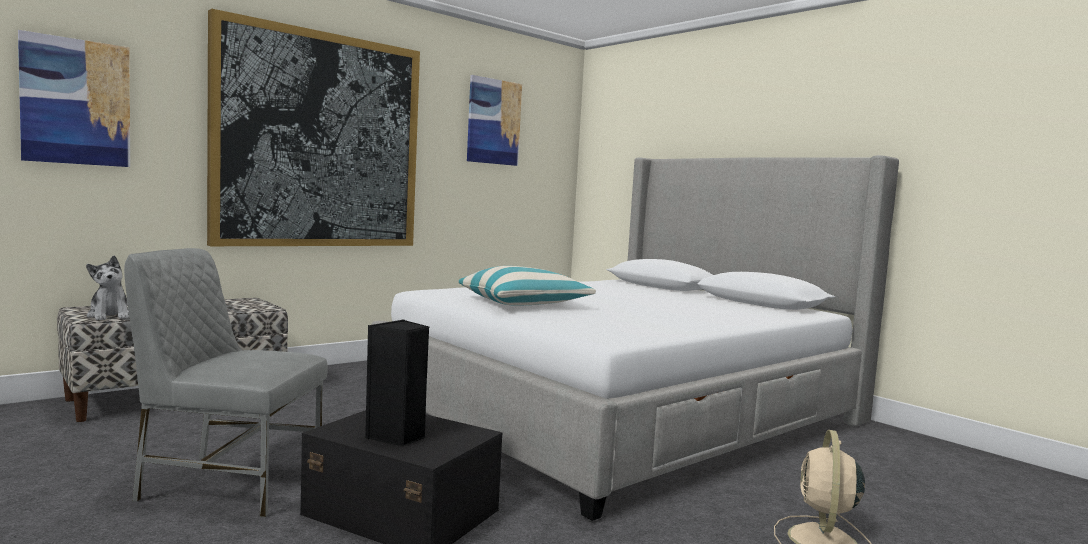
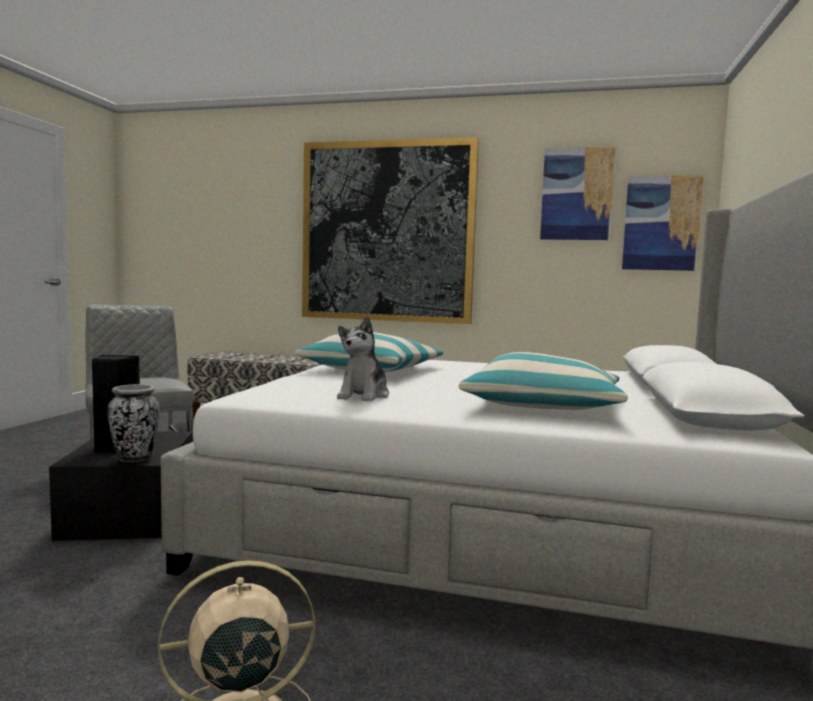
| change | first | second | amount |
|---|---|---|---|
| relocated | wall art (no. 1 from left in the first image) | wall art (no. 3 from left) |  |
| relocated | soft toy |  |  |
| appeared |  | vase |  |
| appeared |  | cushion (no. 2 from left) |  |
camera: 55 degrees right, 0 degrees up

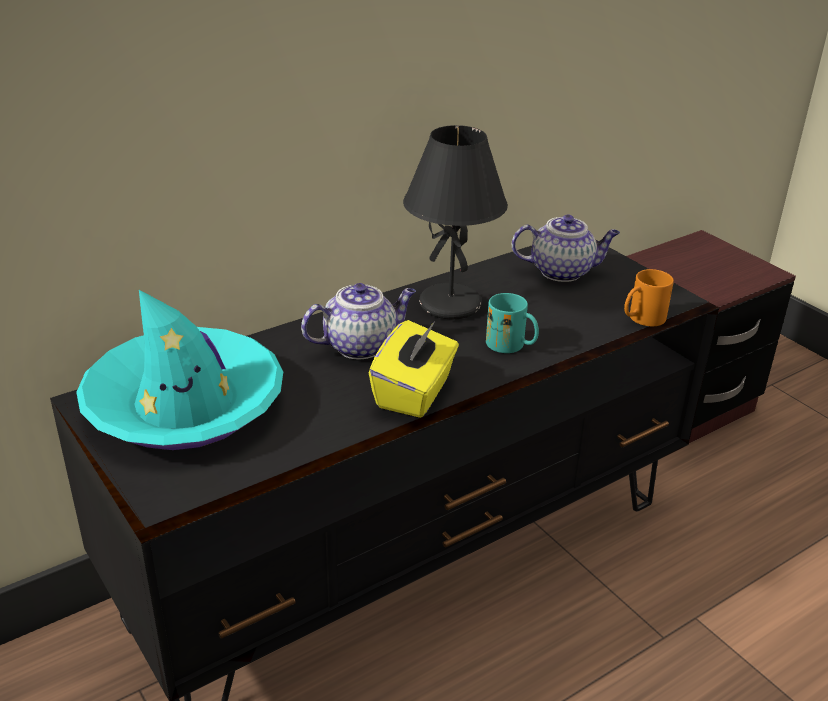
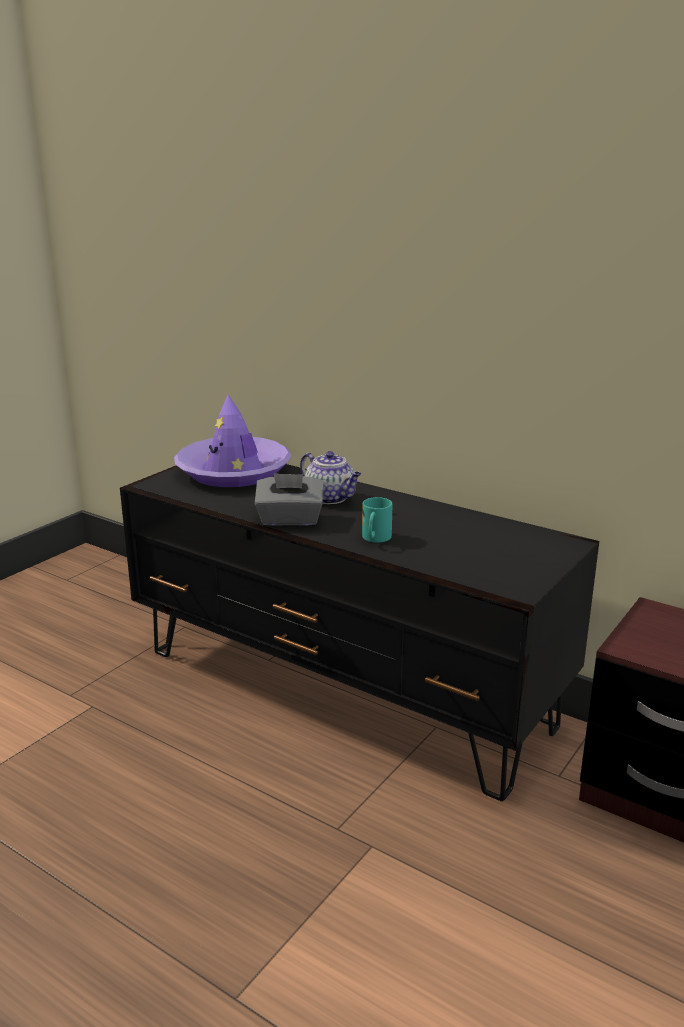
| change | first | second | amount |
|---|---|---|---|
| colour | turquoise hat | purplish hat |  |
| colour | yellow-coloured tissue holder | gray tissue holder |  |
| missing | black tabletop lamp |  |  |
| missing | teapot (no. 2 from left) |  |  |
| missing | orangey mug |  |  |
camera: 70 degrees right, 10 degrees down

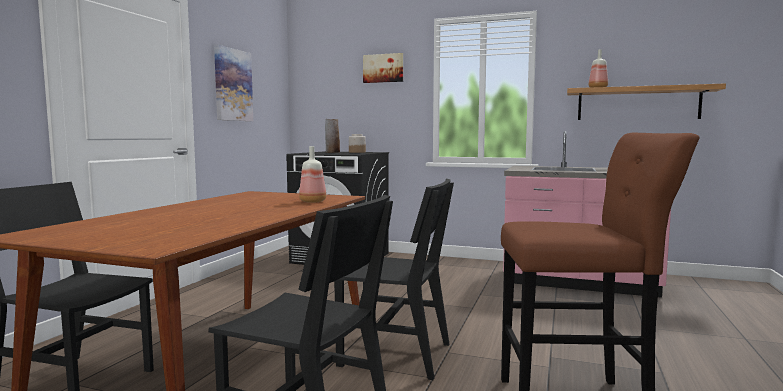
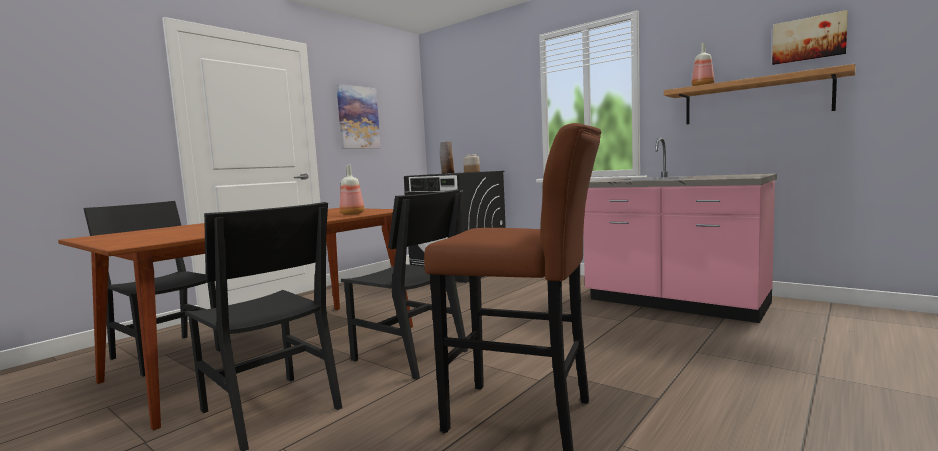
| change | first | second | amount |
|---|---|---|---|
| relocated | wall art (no. 2 from left) |  |  |
camera: 20 degrees right, 0 degrees up

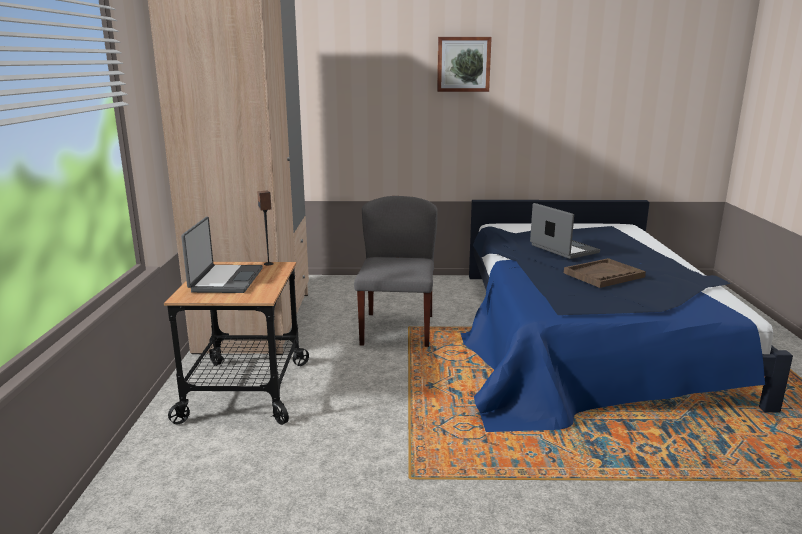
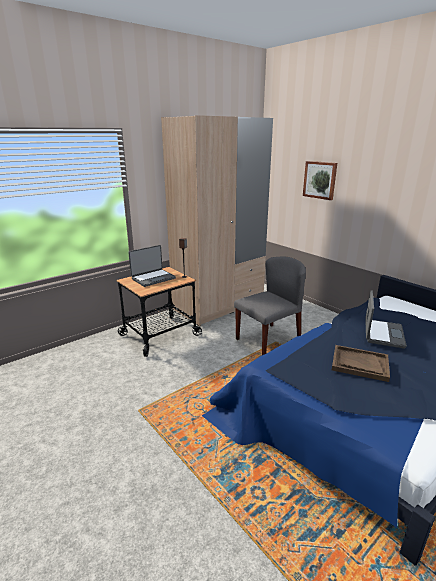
| change | first | second | amount |
|---|---|---|---|
| relocated | wall art |  |  |
camera: 50 degrees right, 5 degrees up

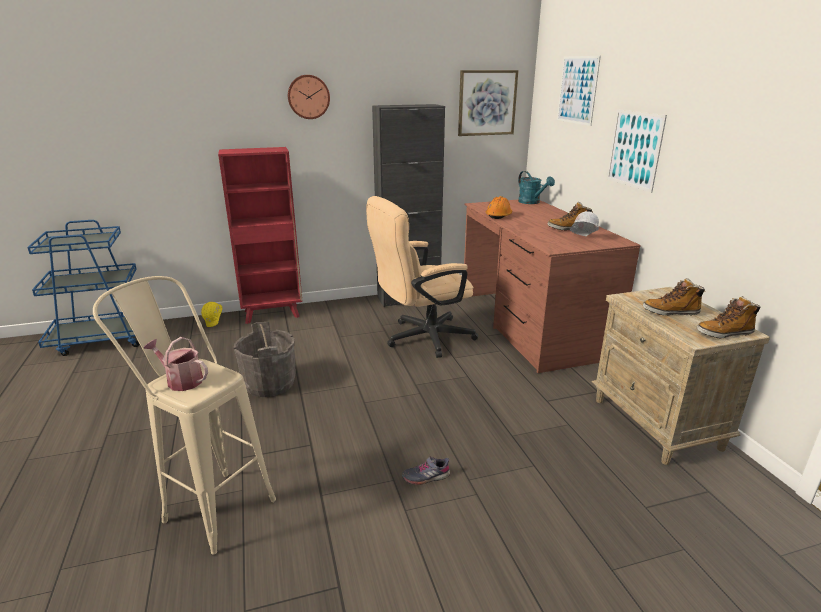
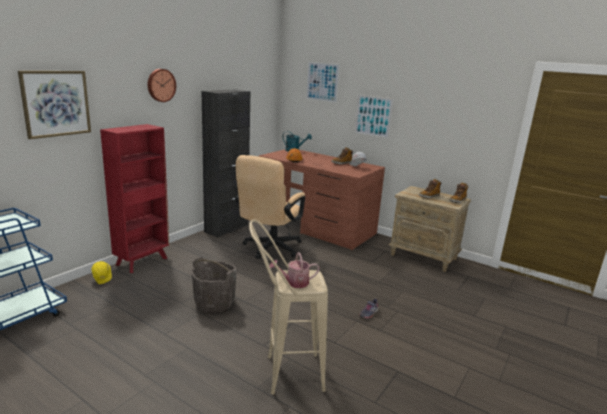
| change | first | second | amount |
|---|---|---|---|
| relocated | wall art (no. 1 from left) |  |  |
camera: 40 degrees left, 5 degrees down

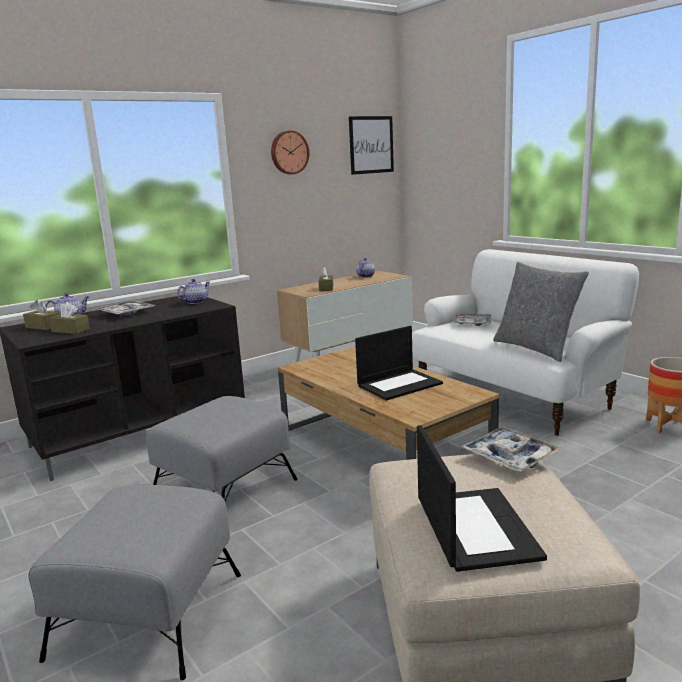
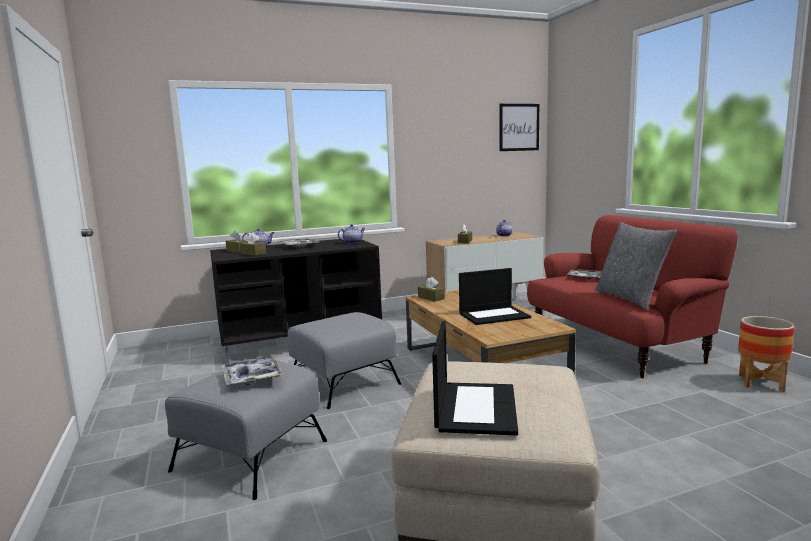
| change | first | second | amount |
|---|---|---|---|
| missing | wall clock |  |  |
| colour | white sofa | red-coloured sofa |  |
| relocated | carrying tray (no. 3 from left in the first image) | carrying tray (no. 1 from left) |  |
| appeared |  | brown tissue holder (no. 3 from left) |  |
camera: 15 degrees right, 5 degrees down

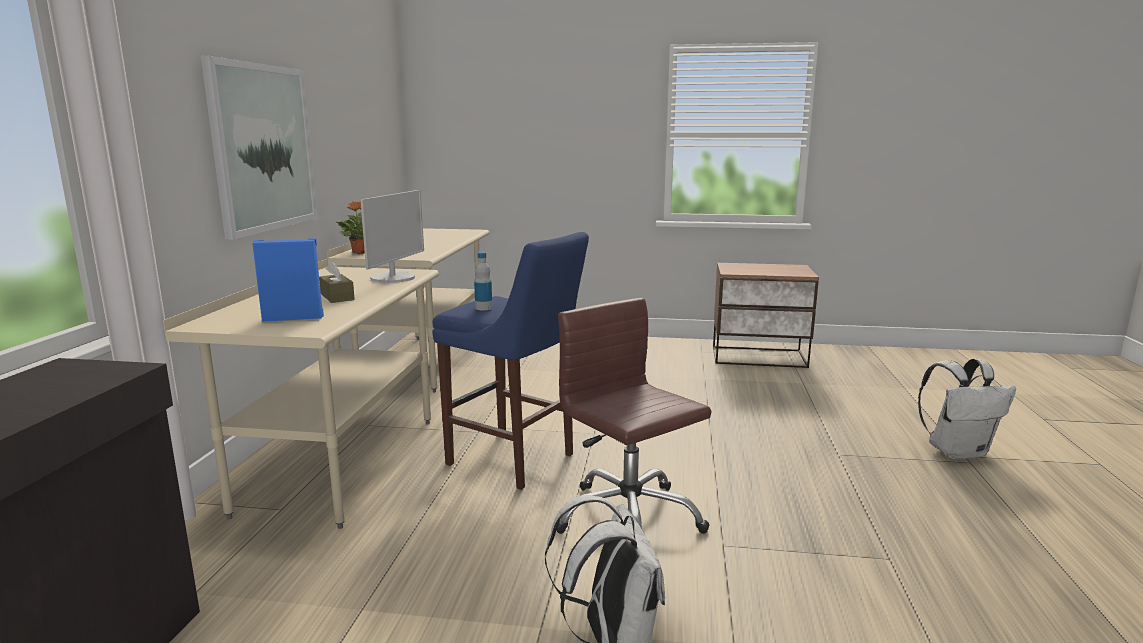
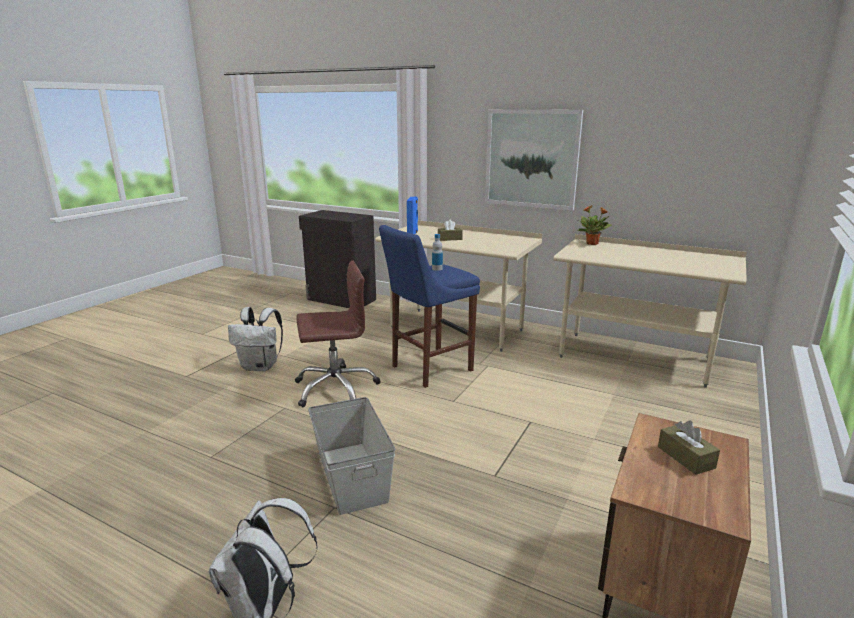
| change | first | second | amount |
|---|---|---|---|
| missing | computer screen |  |  |
| appeared |  | gray storage bin |  |
| appeared |  | brown tissue holder (no. 2 from left) |  |
camera: 110 degrees right, 5 degrees up

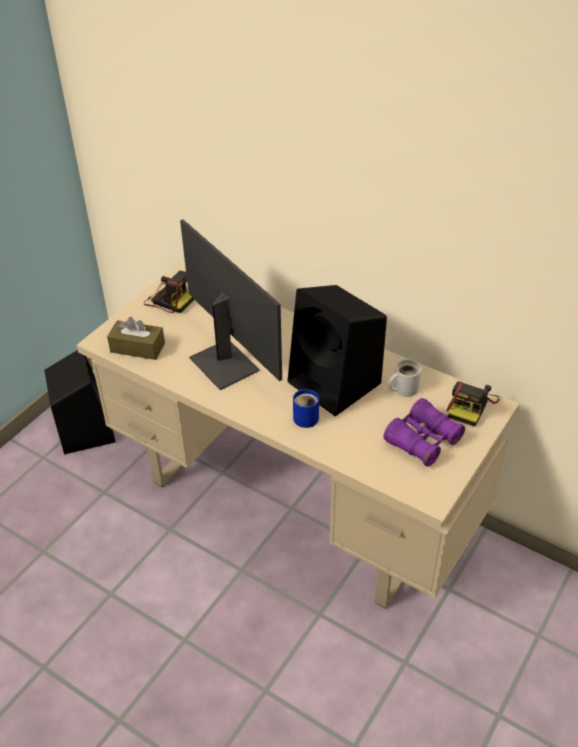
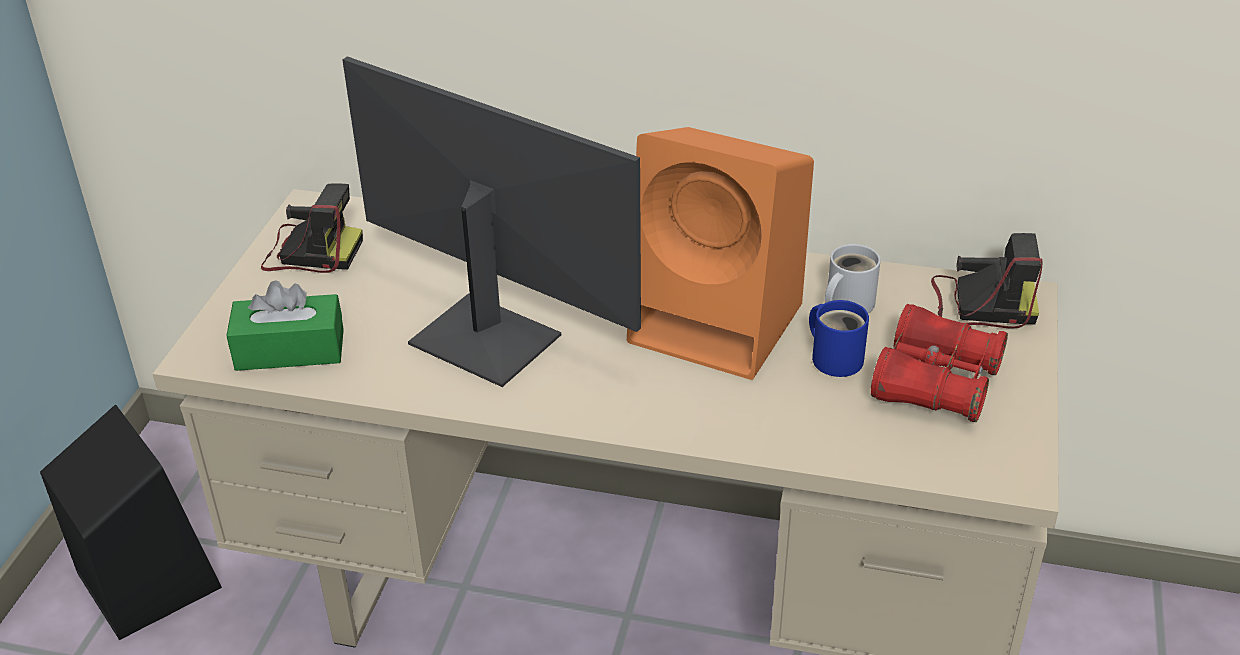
| change | first | second | amount |
|---|---|---|---|
| colour | brown tissue holder | greenish tissue holder |  |
| colour | black speaker (no. 2 from left) | orangey speaker |  |
| relocated | blue-coloured mug |  |  |
| colour | purplish pair of binoculars | red-coloured pair of binoculars |  |
| spun | still camera (no. 2 from left) |  | 90 degrees counterclockwise |
camera: 20 degrees left, 5 degrees down

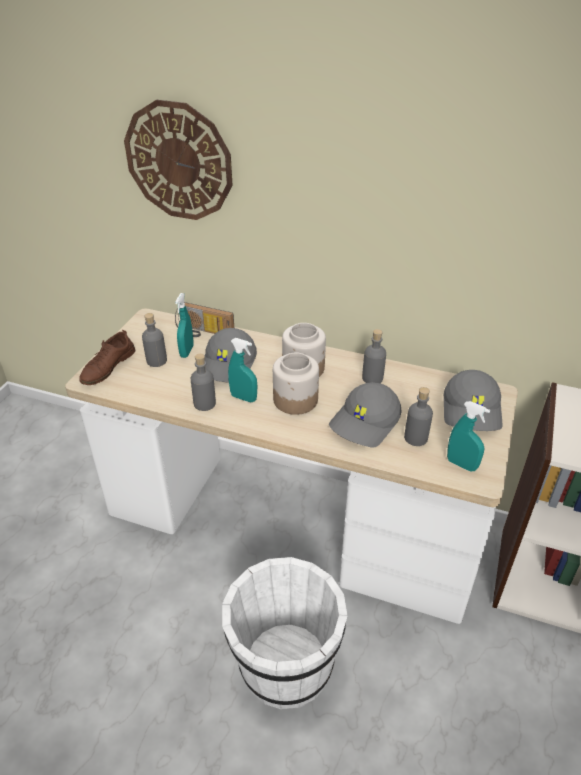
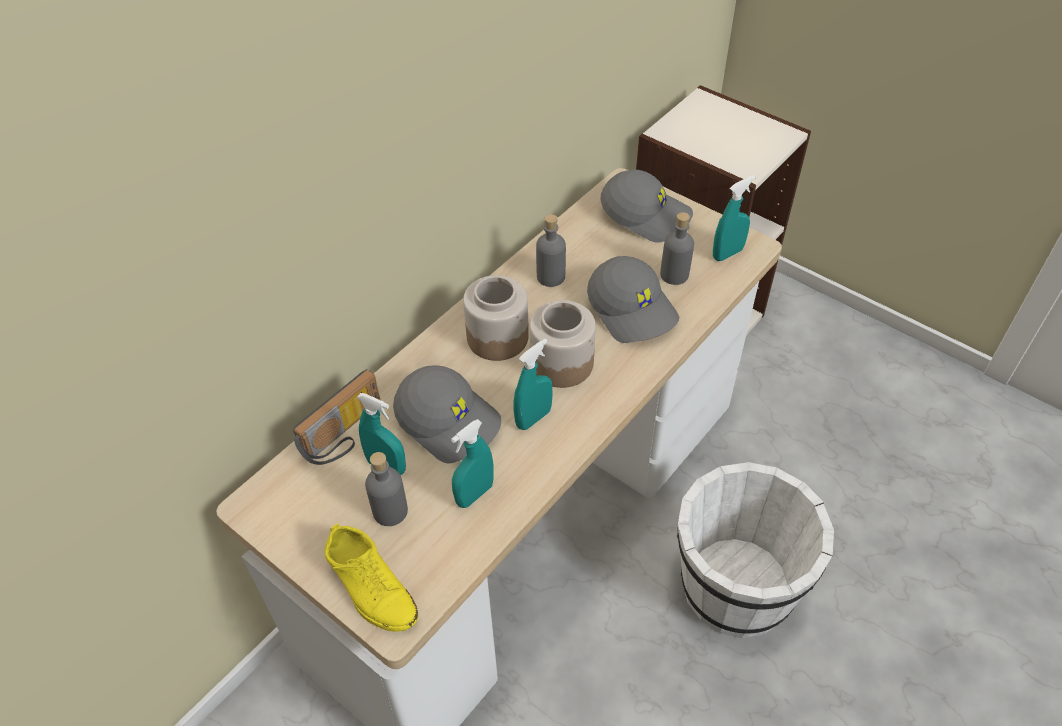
| change | first | second | amount |
|---|---|---|---|
| colour | brown shoe | yellow-coloured shoe |  |
| missing | wall clock |  |  |
| missing | gray drink bottle (no. 2 from left) |  |  |
| appeared |  | turquoise sprayer (no. 2 from left) |  |
camera: 70 degrees left, 10 degrees up

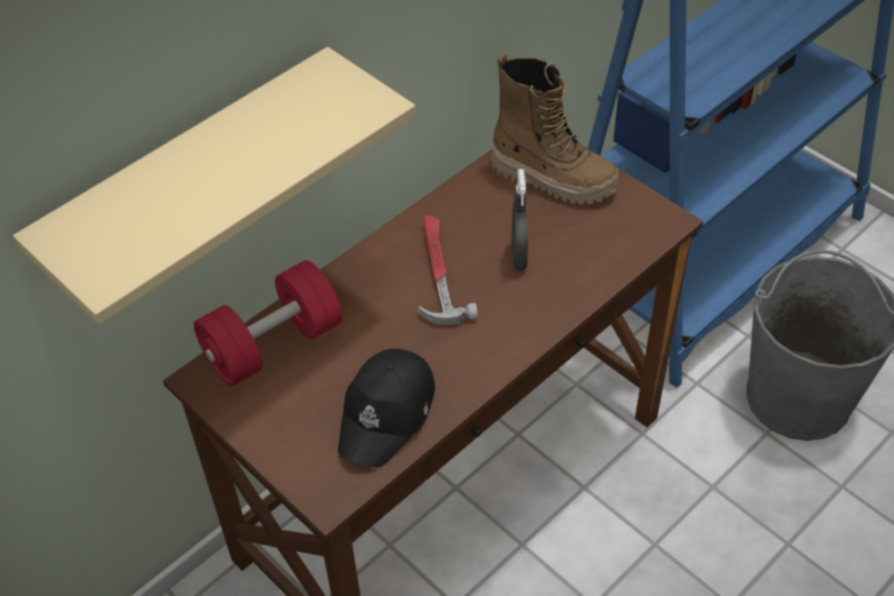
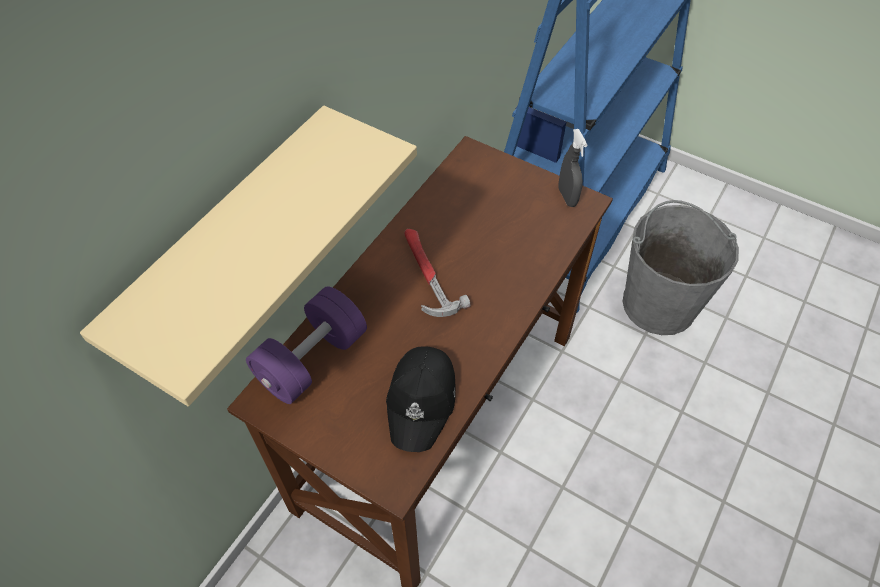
| change | first | second | amount |
|---|---|---|---|
| colour | red-coloured hand weight | purplish hand weight |  |
| missing | high-top boot |  |  |
| relocated | gray sprayer |  |  |
camera: 15 degrees left, 5 degrees up

